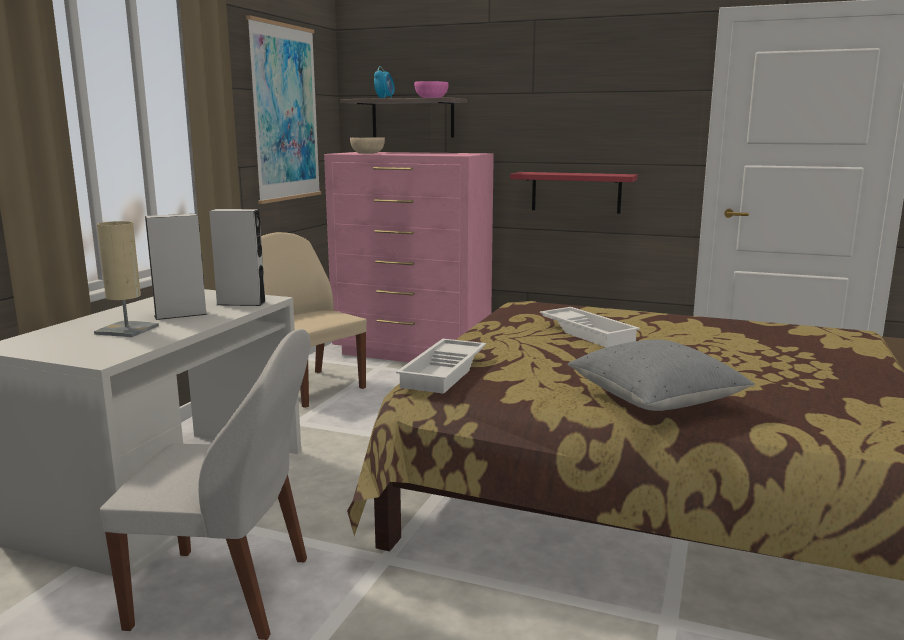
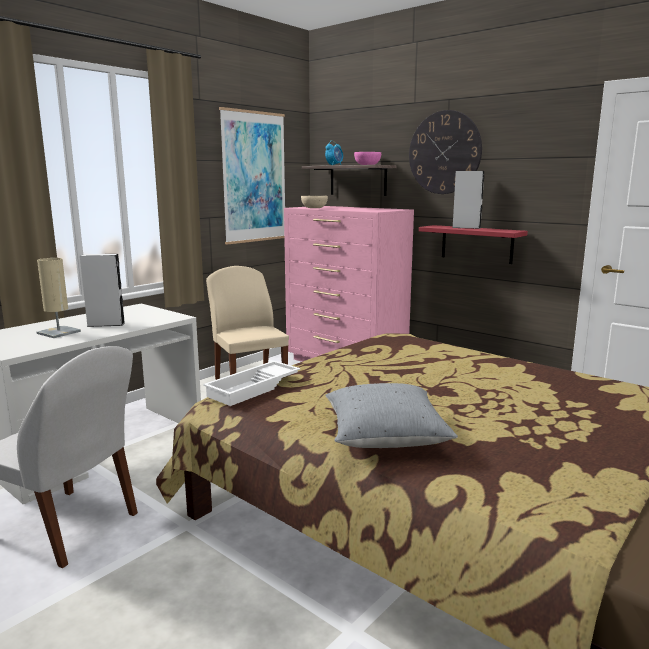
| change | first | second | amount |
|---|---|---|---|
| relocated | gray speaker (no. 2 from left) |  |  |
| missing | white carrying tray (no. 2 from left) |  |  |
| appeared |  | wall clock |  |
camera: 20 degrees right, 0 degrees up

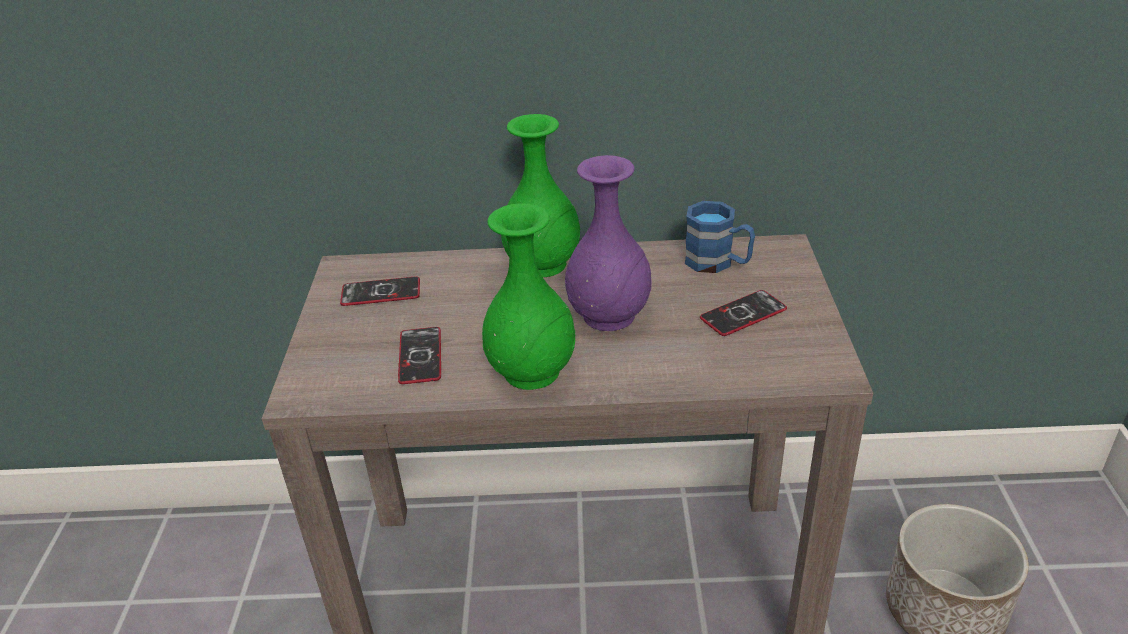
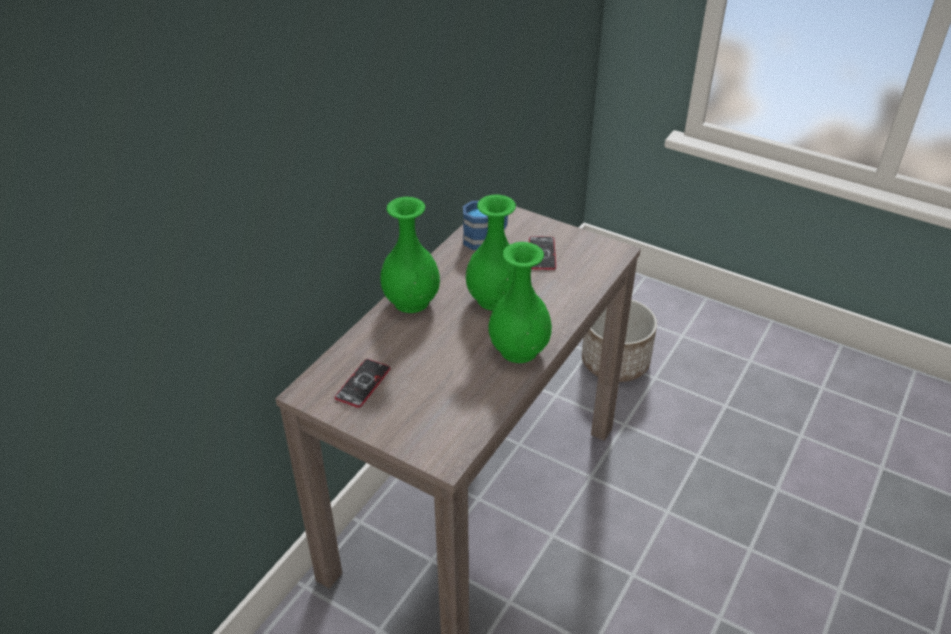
| change | first | second | amount |
|---|---|---|---|
| missing | phone (no. 2 from left) |  |  |
| colour | purplish vase | greenish vase (no. 2 from left) |  |
camera: 60 degrees left, 5 degrees up

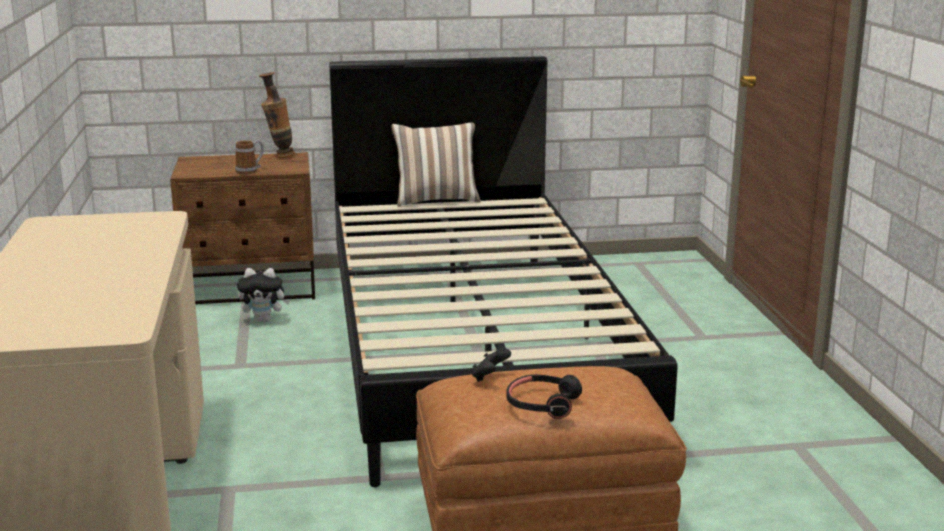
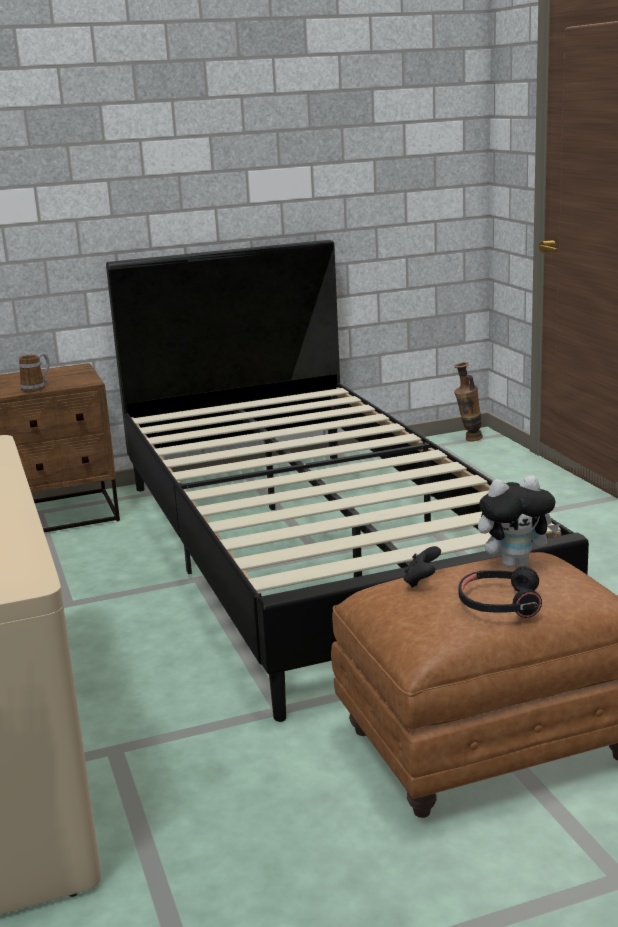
| change | first | second | amount |
|---|---|---|---|
| relocated | soft toy |  |  |
| relocated | vase |  |  |
| missing | cushion |  |  |
camera: 10 degrees left, 0 degrees up

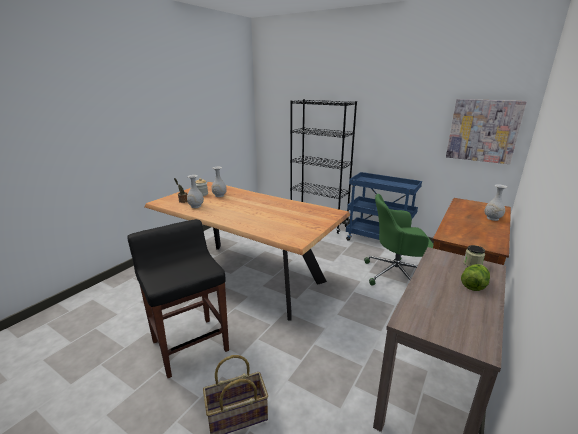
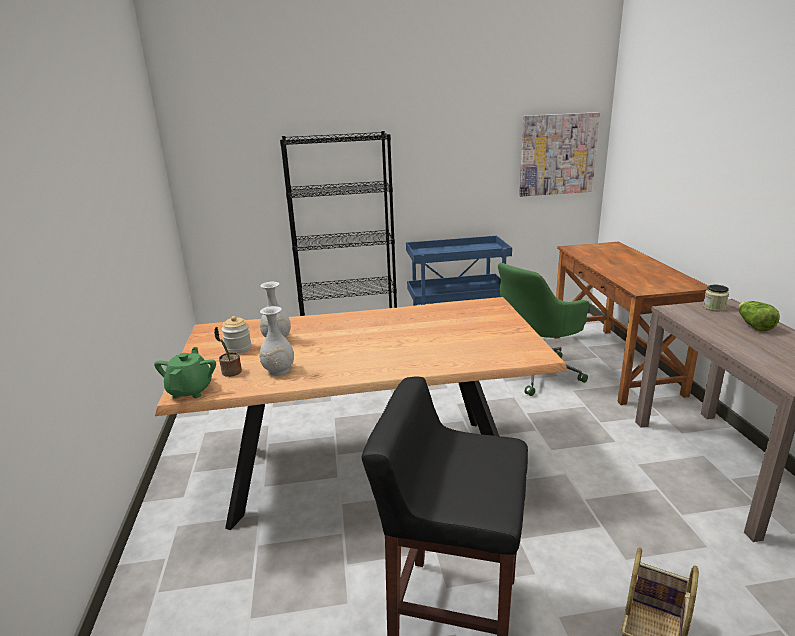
| change | first | second | amount |
|---|---|---|---|
| missing | white vase (no. 3 from left) |  |  |
| appeared |  | greenish teapot |  |
camera: 40 degrees left, 0 degrees up

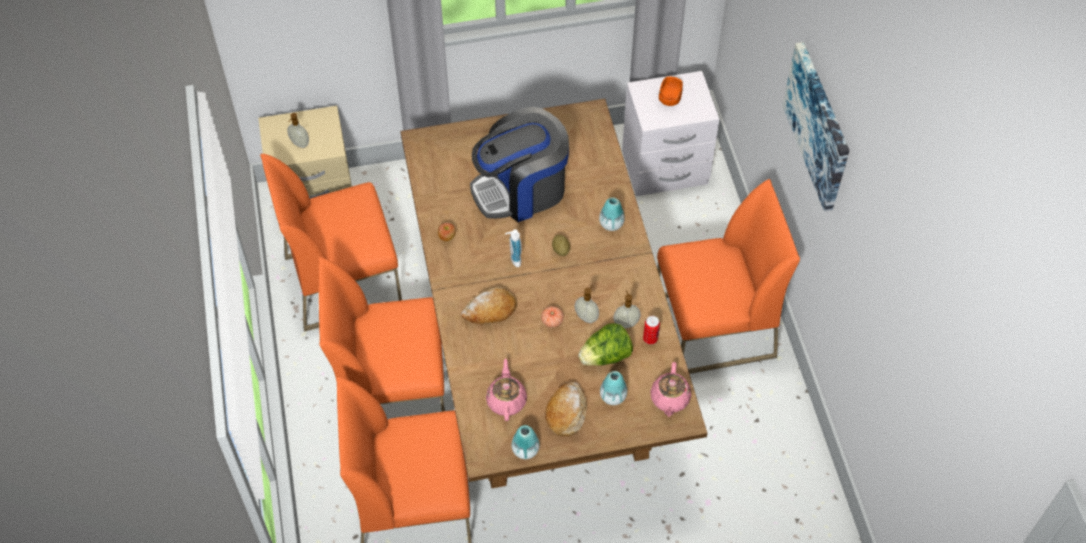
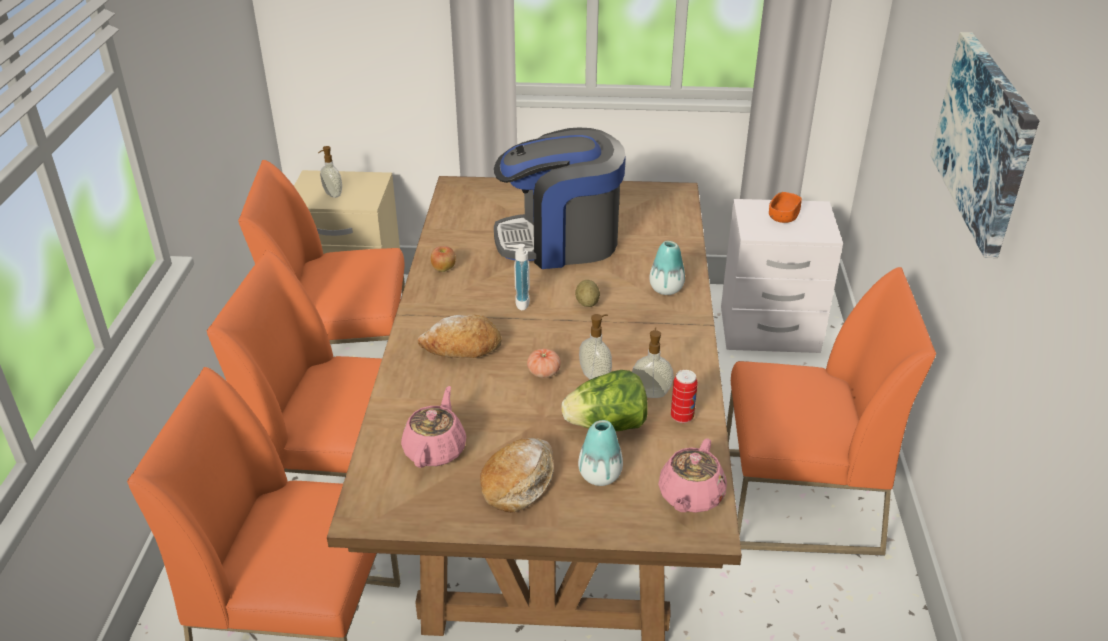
| change | first | second | amount |
|---|---|---|---|
| missing | vase (no. 1 from left) |  |  |
camera: 15 degrees right, 20 degrees down

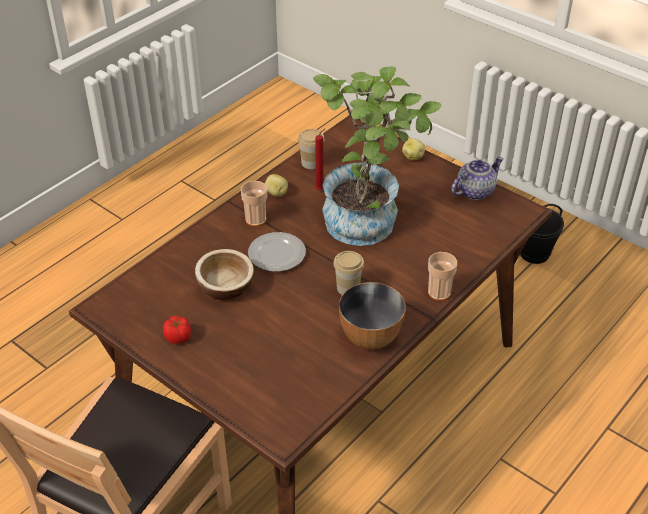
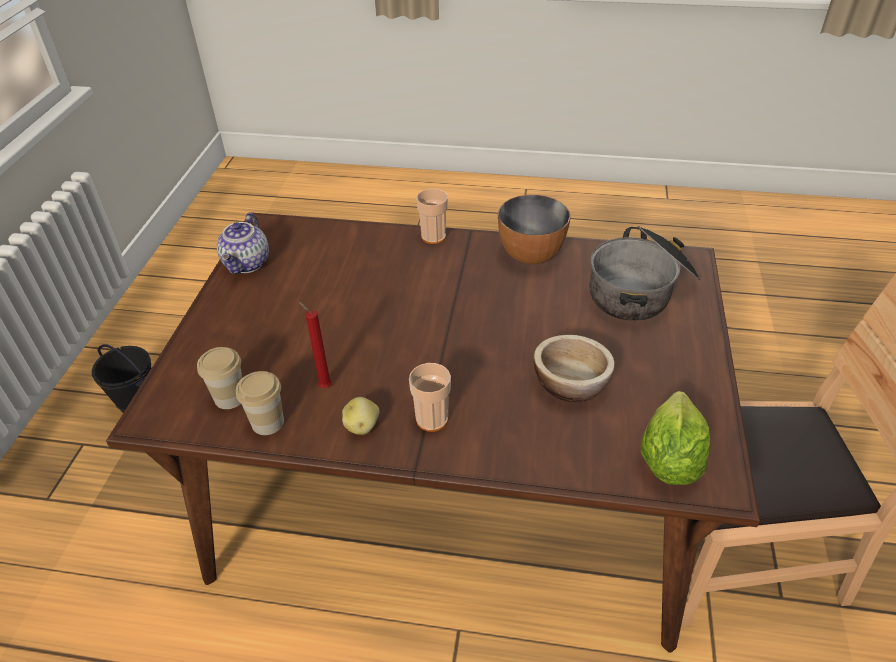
| change | first | second | amount |
|---|---|---|---|
| missing | tomato |  |  |
| missing | plate |  |  |
| missing | potted plant |  |  |
| relocated | drinking cup (no. 3 from left in the first image) | drinking cup (no. 1 from left) |  |
| missing | potato (no. 2 from left) |  |  |
| spun | teapot |  | 105 degrees counterclockwise |
| appeared |  | stockpot |  |
| appeared |  | lettuce head |  |
camera: 120 degrees left, 0 degrees up

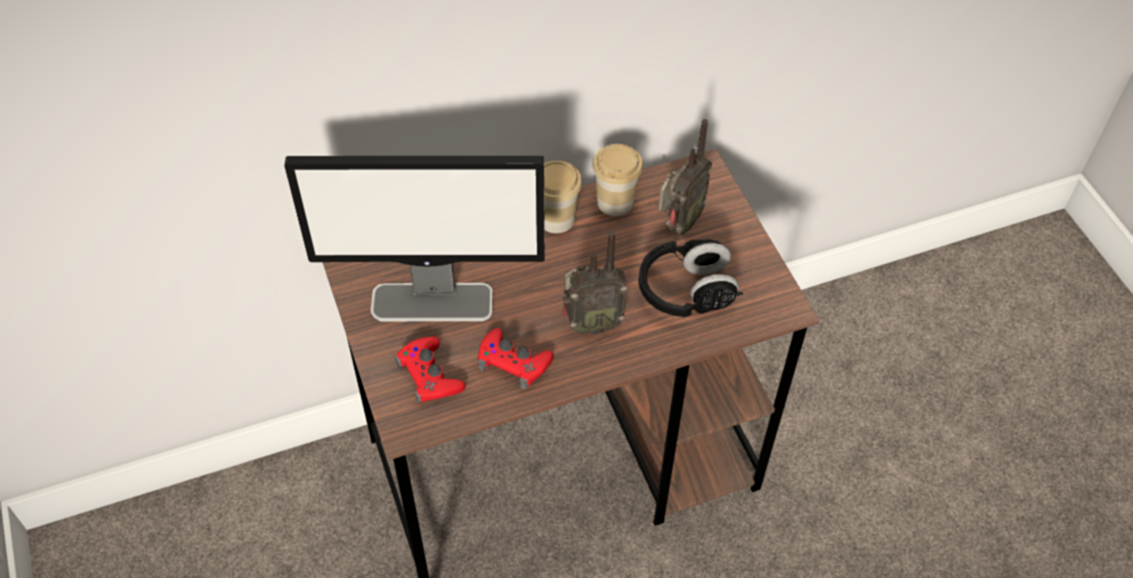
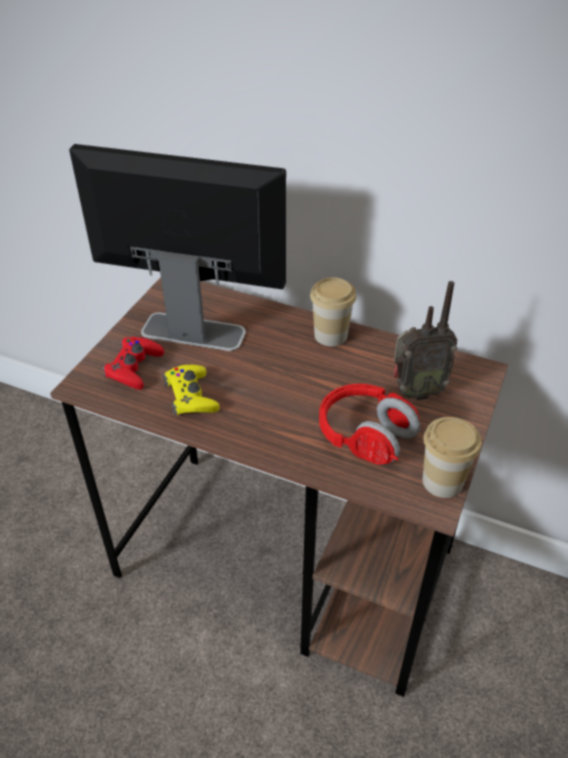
| change | first | second | amount |
|---|---|---|---|
| spun | computer screen |  | 150 degrees clockwise |
| colour | red-coloured joypad (no. 2 from left) | yellow-coloured joypad |  |
| missing | radio set (no. 1 from left) |  |  |
| relocated | drinking cup (no. 2 from left) |  |  |
| colour | black headphones | red-coloured headphones |  |
camera: 45 degrees right, 10 degrees down

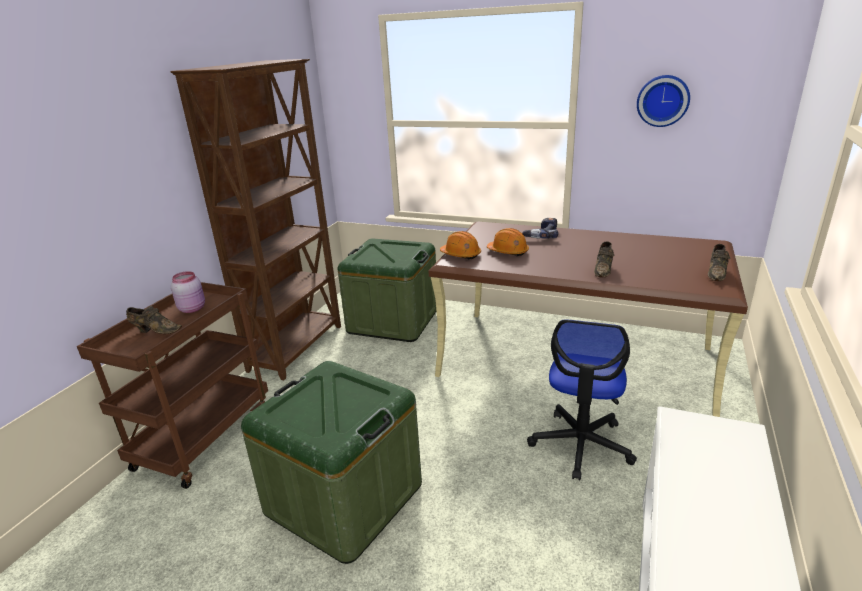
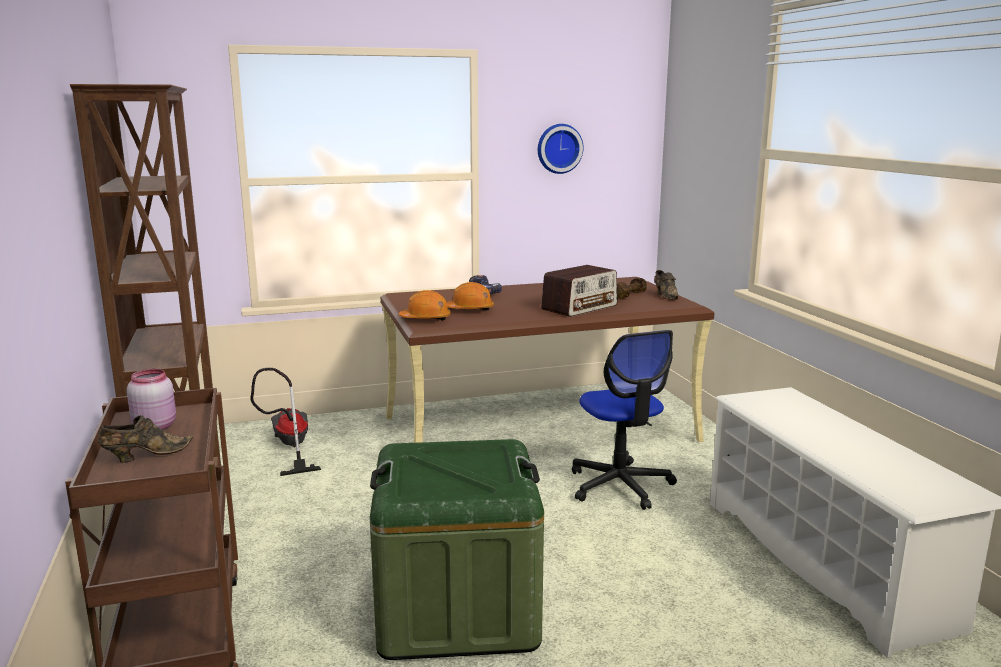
| change | first | second | amount |
|---|---|---|---|
| exchanged | greenish storage bin (no. 2 from left) | vacuum cleaner |  |
| exchanged | brown shoe (no. 2 from left) | radio set |  |
| appeared |  | brown hand weight |  |
camera: 40 degrees left, 10 degrees down

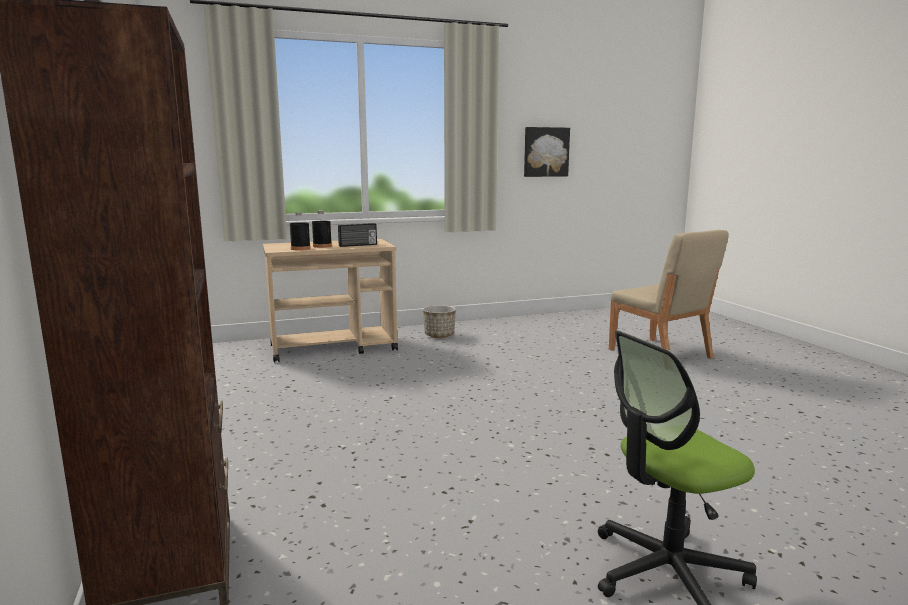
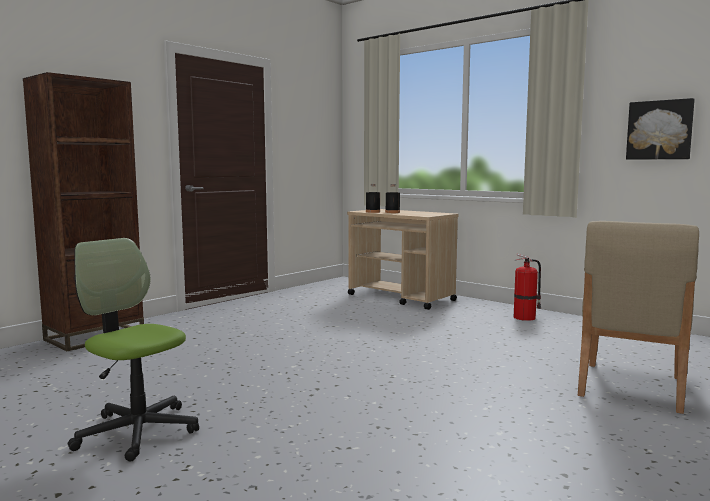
| change | first | second | amount |
|---|---|---|---|
| missing | radio set |  |  |
| missing | planter |  |  |
| appeared |  | extinguisher |  |
camera: 60 degrees right, 5 degrees down

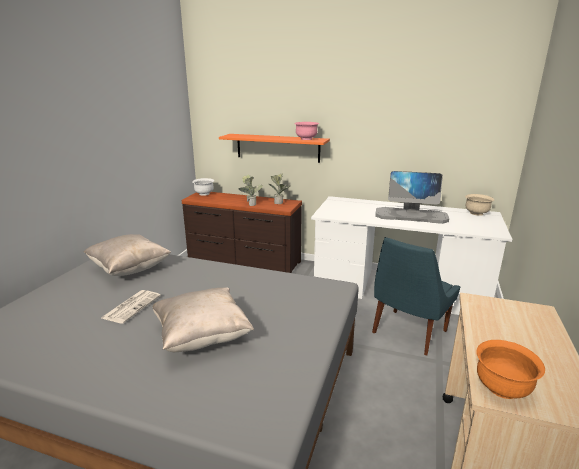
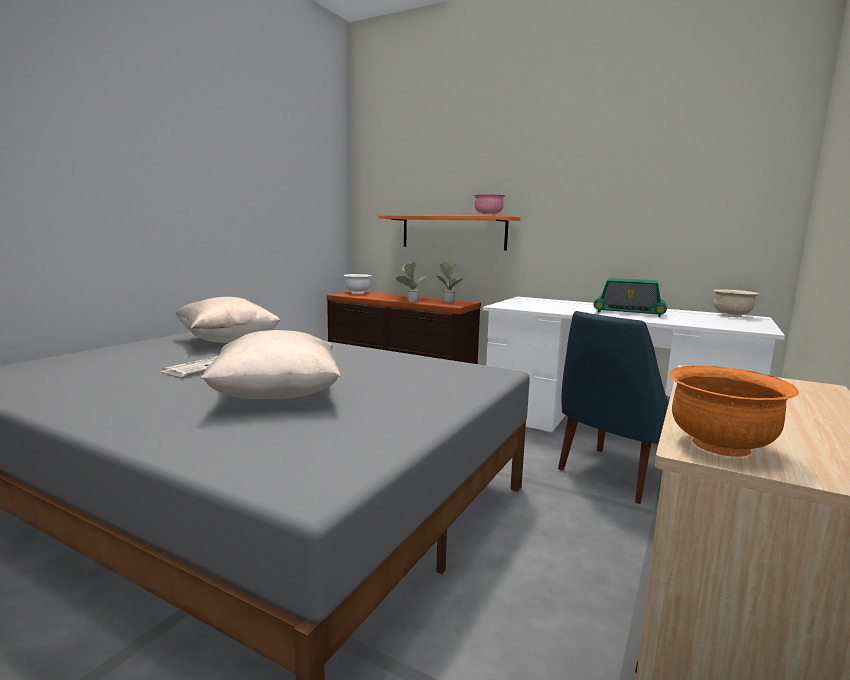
| change | first | second | amount |
|---|---|---|---|
| exchanged | computer screen | radio set |  |
camera: 10 degrees right, 10 degrees down

